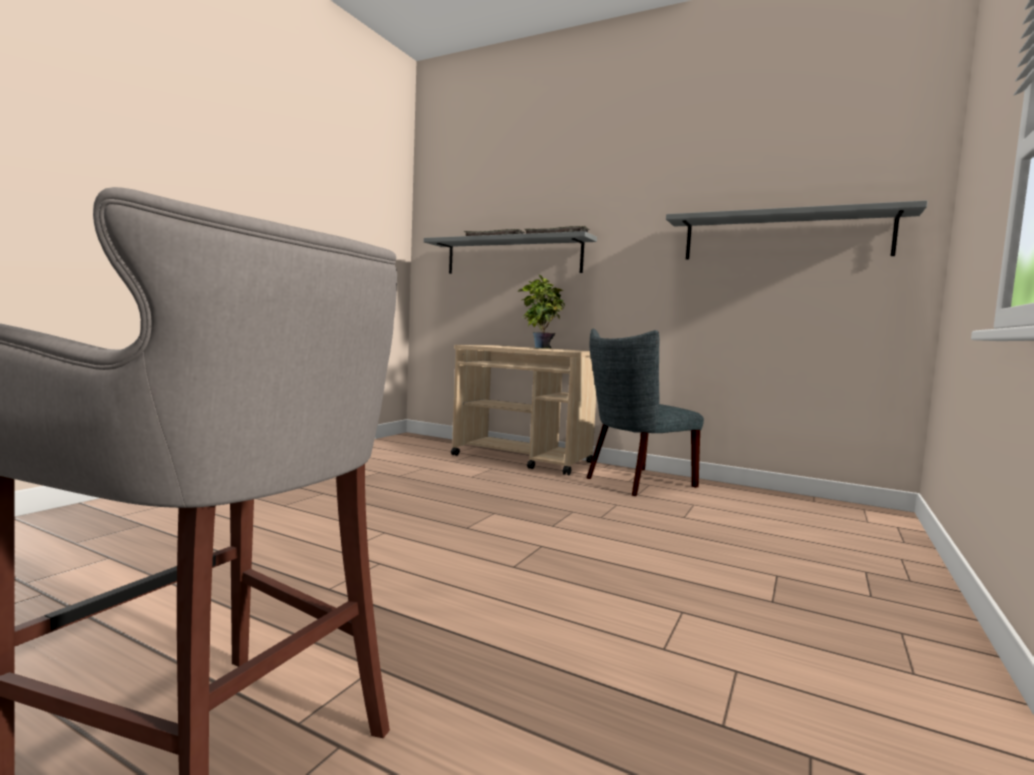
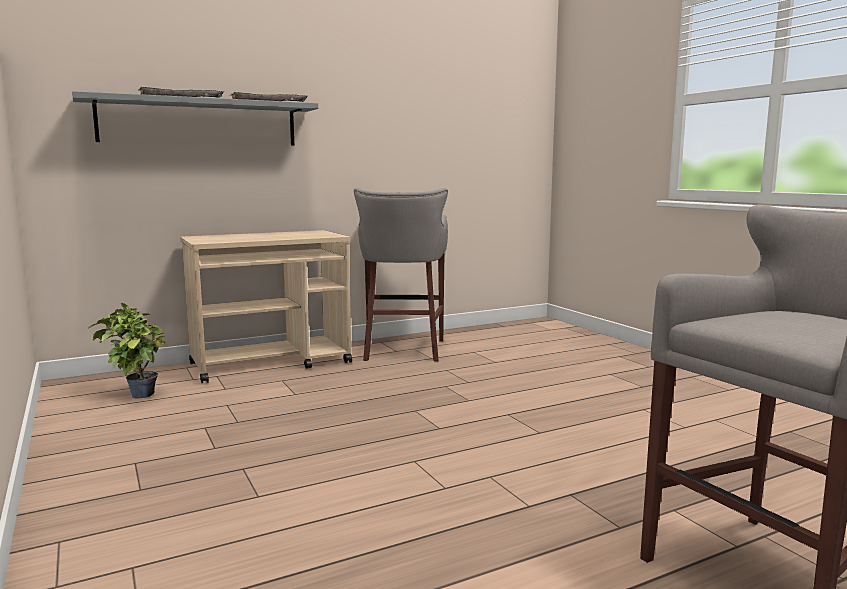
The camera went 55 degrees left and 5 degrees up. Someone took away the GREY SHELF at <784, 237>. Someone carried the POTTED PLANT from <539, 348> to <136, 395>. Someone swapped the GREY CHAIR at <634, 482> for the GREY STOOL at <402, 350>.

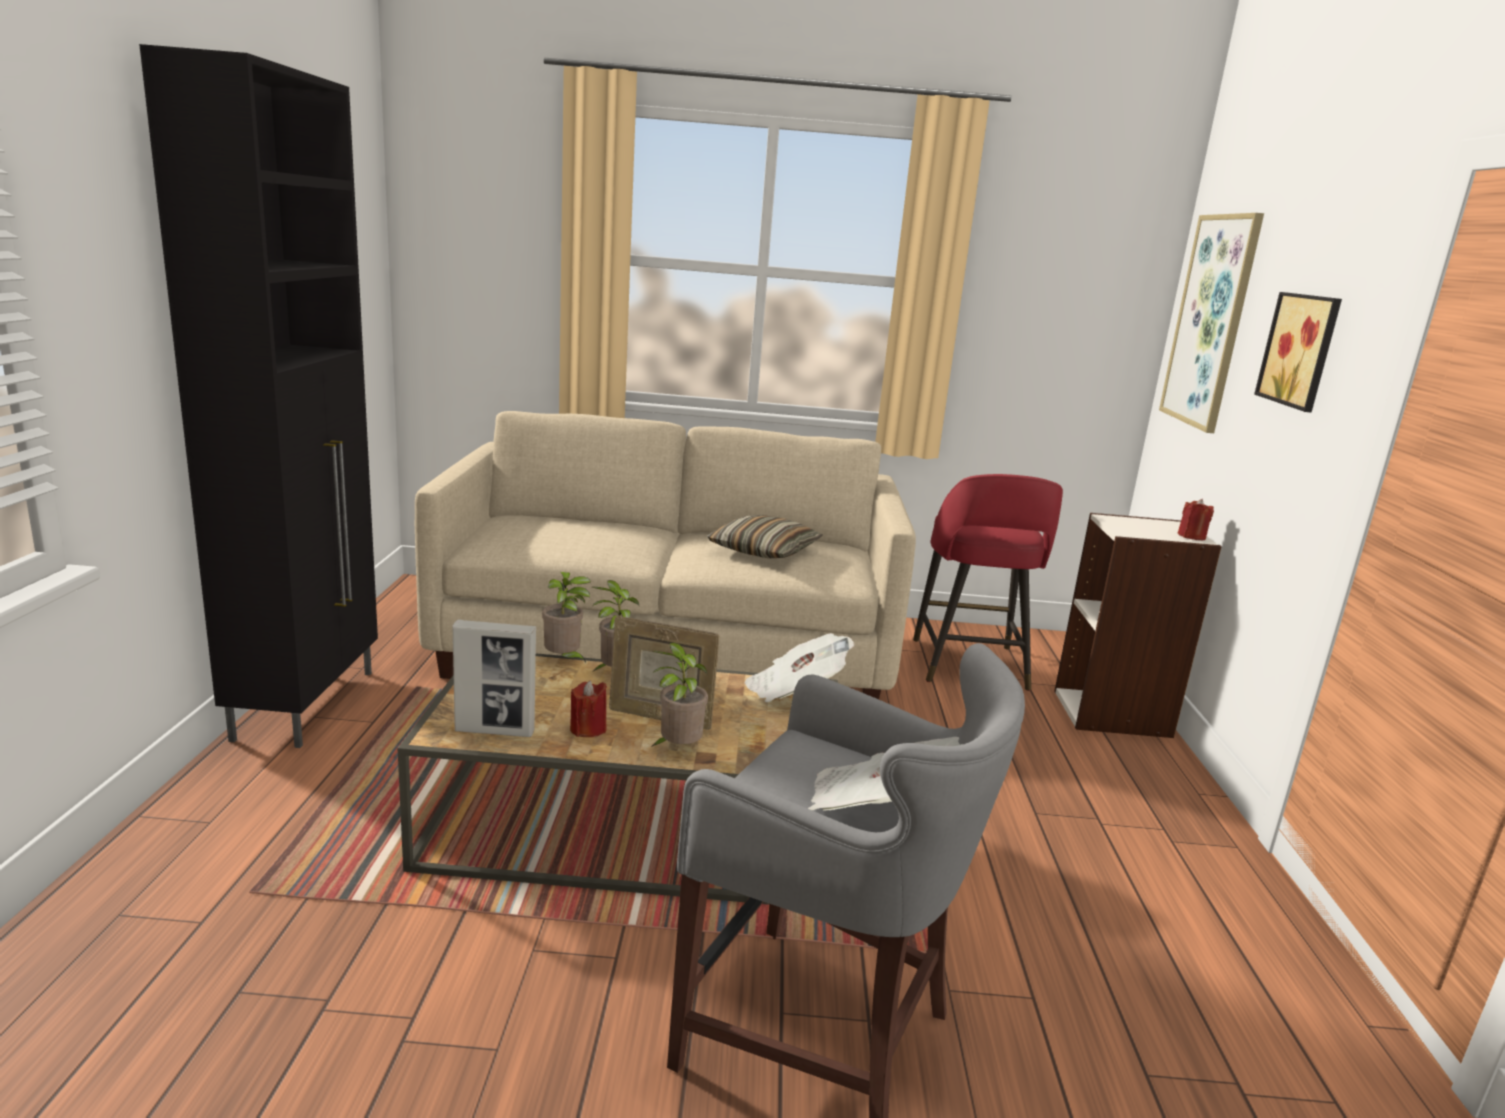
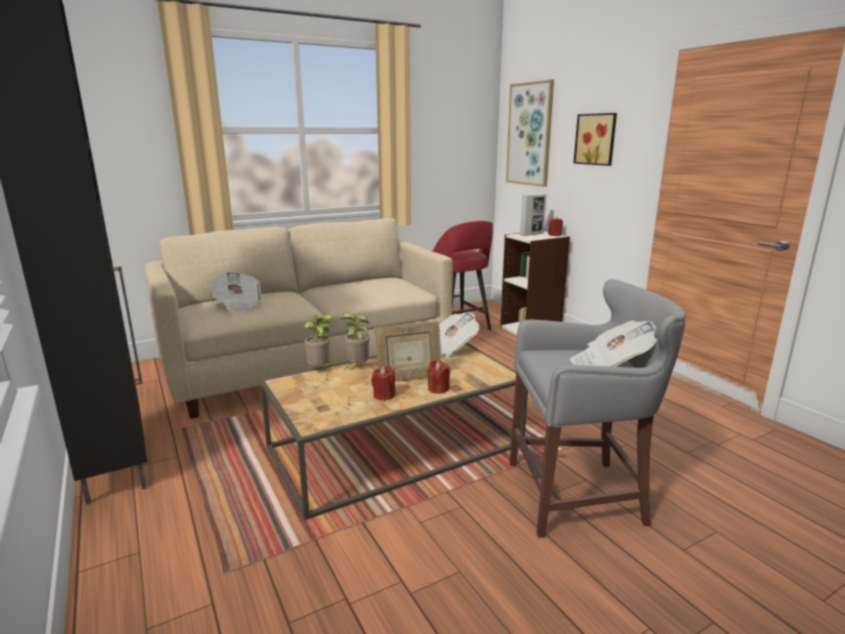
The camera went 30 degrees left and 0 degrees up. Someone took away the PILLOW at <764, 551>. Someone carried the PICTURE FRAME from <495, 731> to <531, 234>. Someone swapped the POTTED PLANT at <677, 749> for the RED CANDLE at <438, 389>. Someone put down the NEWSPAPER at <238, 305>.

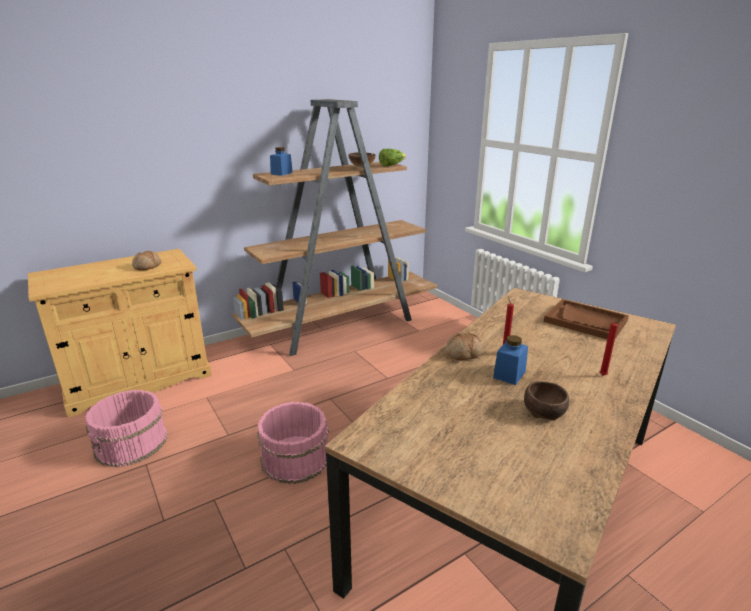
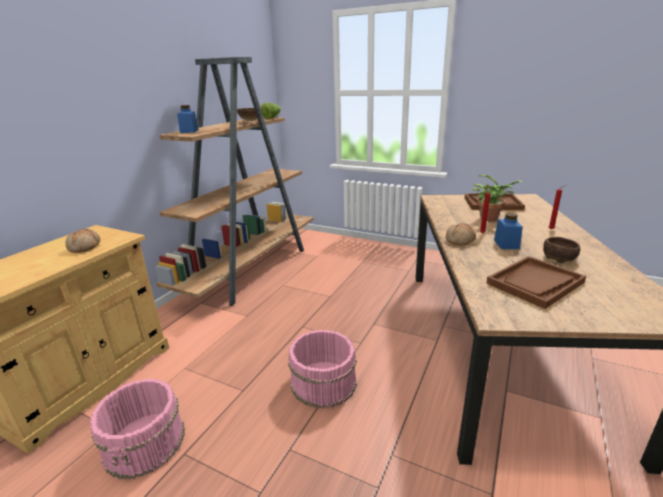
The camera went 30 degrees left and 0 degrees up. Someone put down the POTTED PLANT at <491, 218>. Someone put down the BROWN TRAY at <535, 283>.

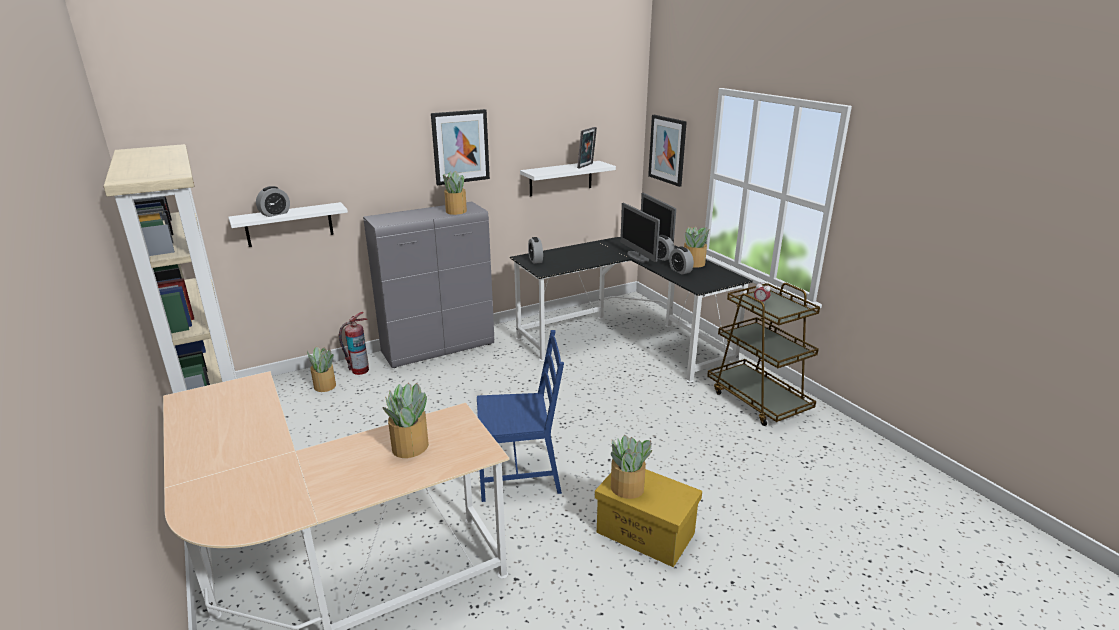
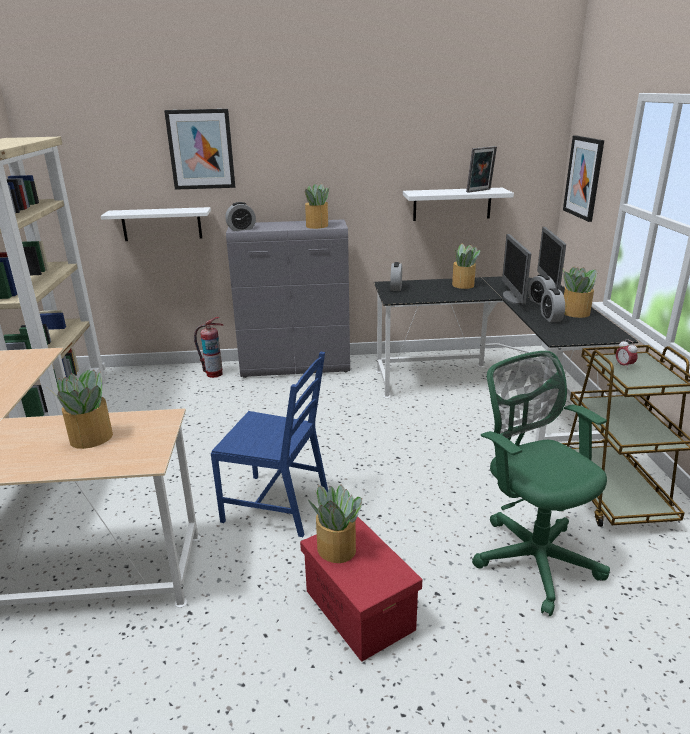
The camera went 25 degrees right and 0 degrees up. Someone carried the PICTURE from <460, 147> to <201, 149>. Someone carried the ALARM CLOCK from <275, 214> to <241, 229>. Someone carried the POTTED PLANT from <325, 385> to <463, 285>. Someone repainted the YELLOW STORAGE BOX at <644, 532>, which became the RED STORAGE BOX at <358, 609>. Someone put down the GREEN OFFICE CHAIR at <532, 556>.

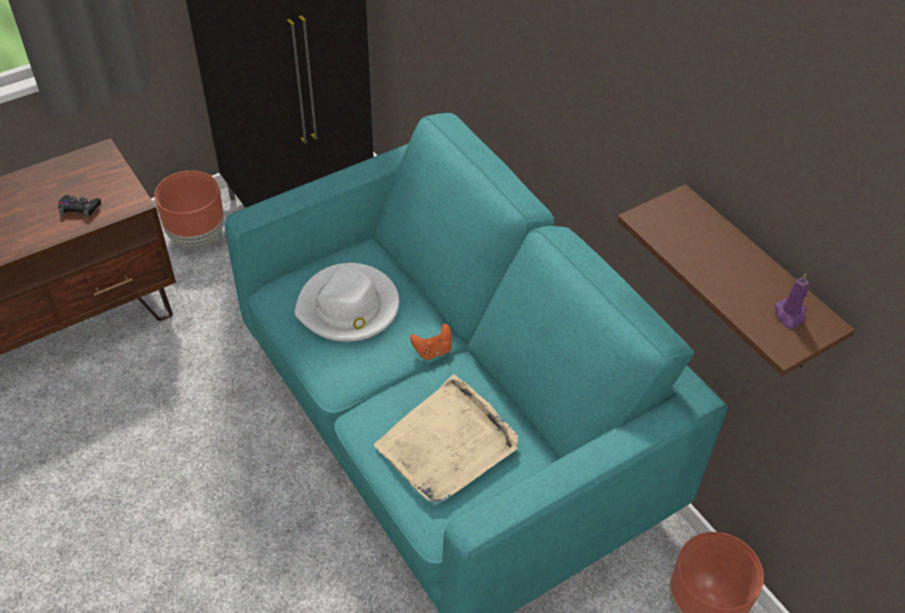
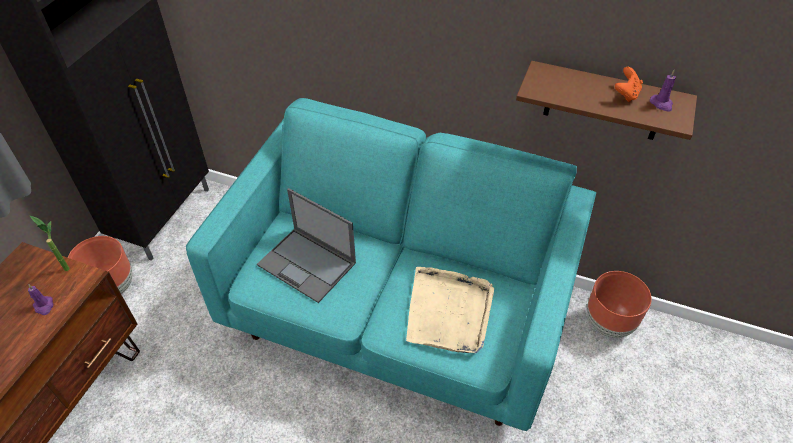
The camera went 35 degrees left and 0 degrees up. Someone swapped the BLACK GAME CONTROLLER at <79, 209> for the PURPLE CANDLE at <44, 306>. Someone swapped the WHITE HAT at <348, 307> for the LAPTOP at <308, 264>. Someone carried the ORANGE GAME CONTROLLER from <433, 351> to <626, 94>. Someone put down the POTTED PLANT at <65, 265>.

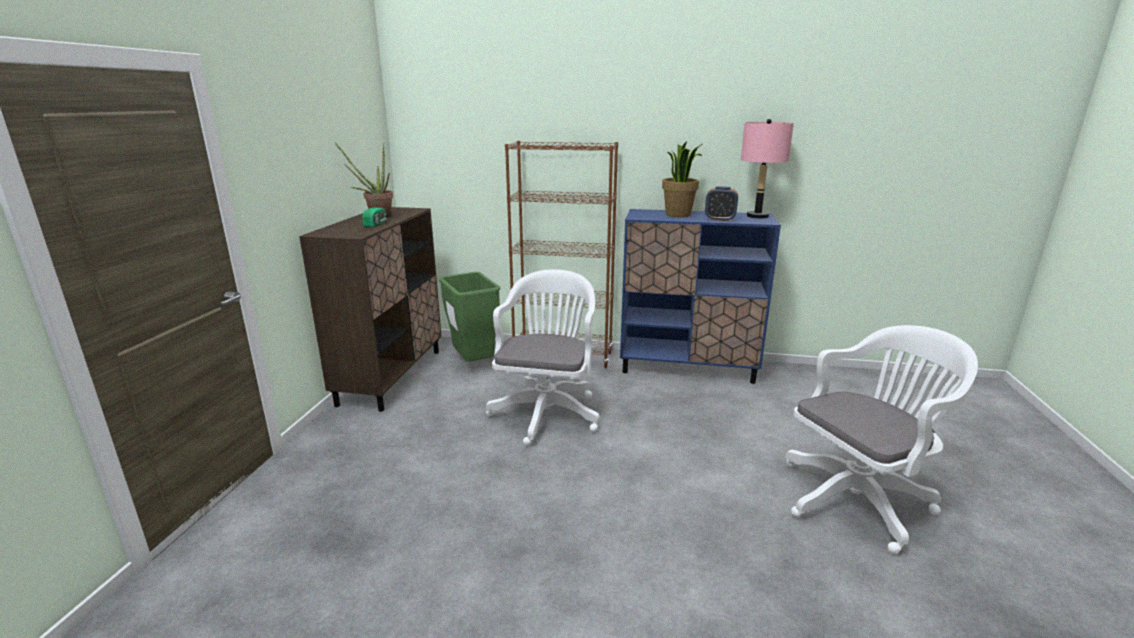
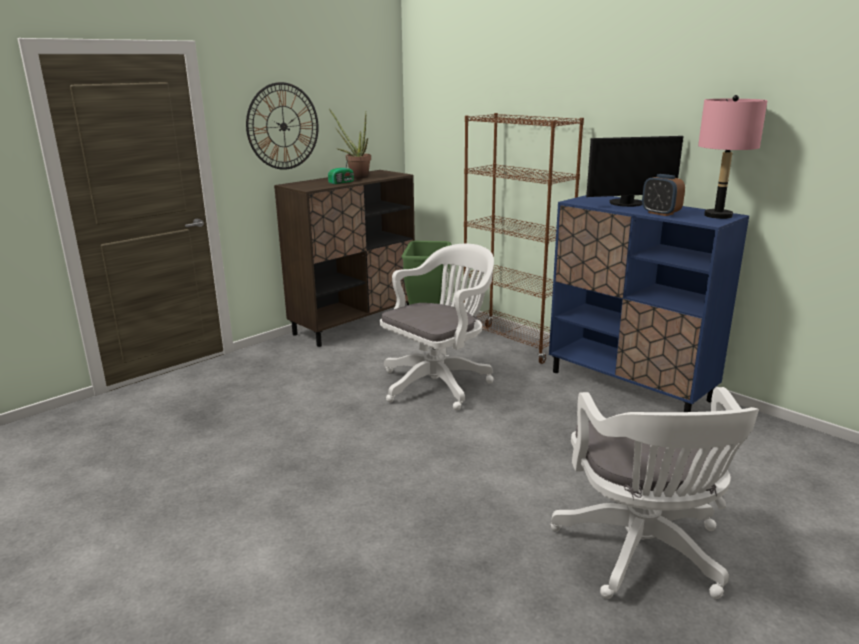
The camera went 35 degrees right and 0 degrees up. Someone swapped the POTTED PLANT at <678, 214> for the MONITOR at <628, 204>. Someone rotated the WHITE OFFICE CHAIR at <859, 498> by 75 degrees clockwise. Someone put up the WALL CLOCK at <283, 126>.

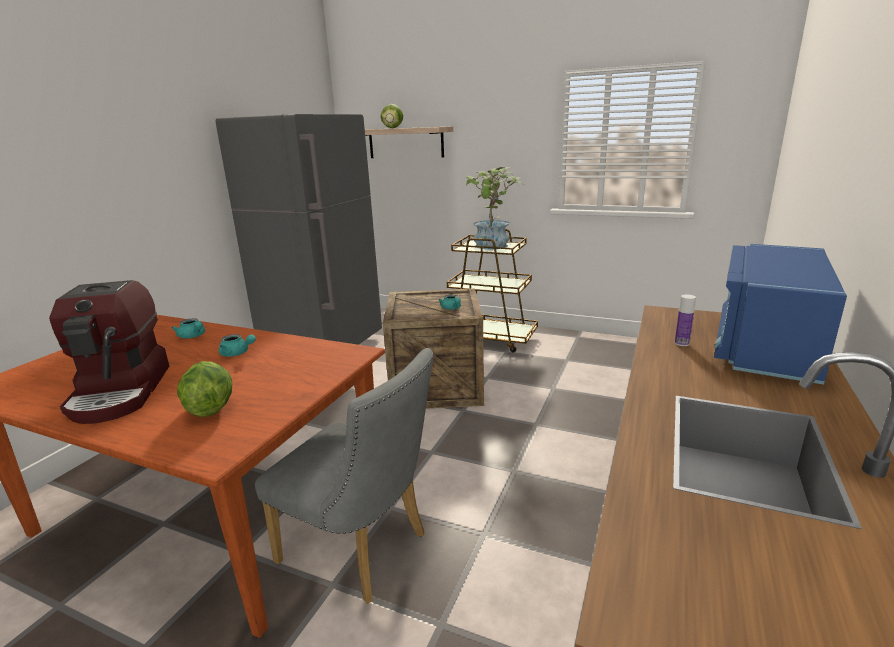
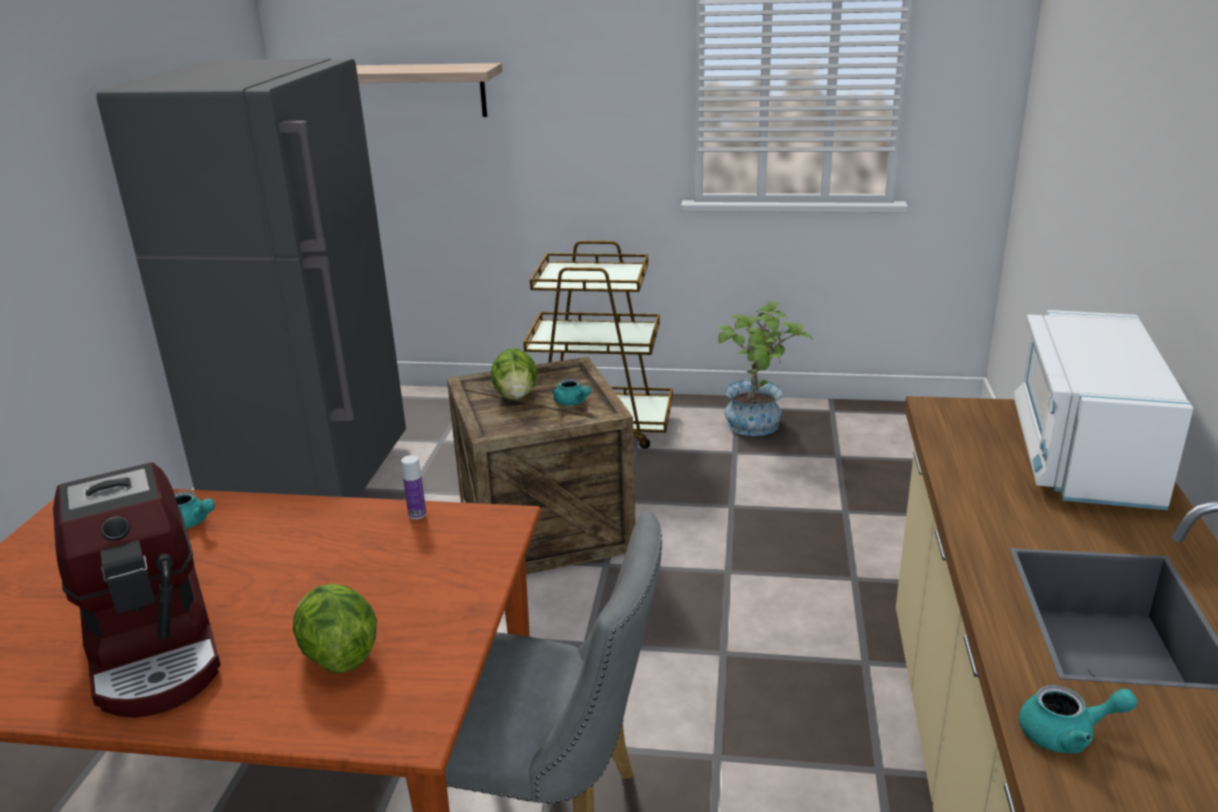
The camera went 15 degrees left and 5 degrees up. Someone carried the LETTUCE from <392, 128> to <516, 396>. Someone carried the POTTED PLANT from <493, 246> to <757, 427>. Someone repainted the BLUE MICROWAVE at <765, 346>, which became the WHITE MICROWAVE at <1083, 454>. Someone carried the BOTTLE from <681, 343> to <417, 514>. Someone carried the TURQUOISE TEAPOT from <237, 353> to <1067, 734>.

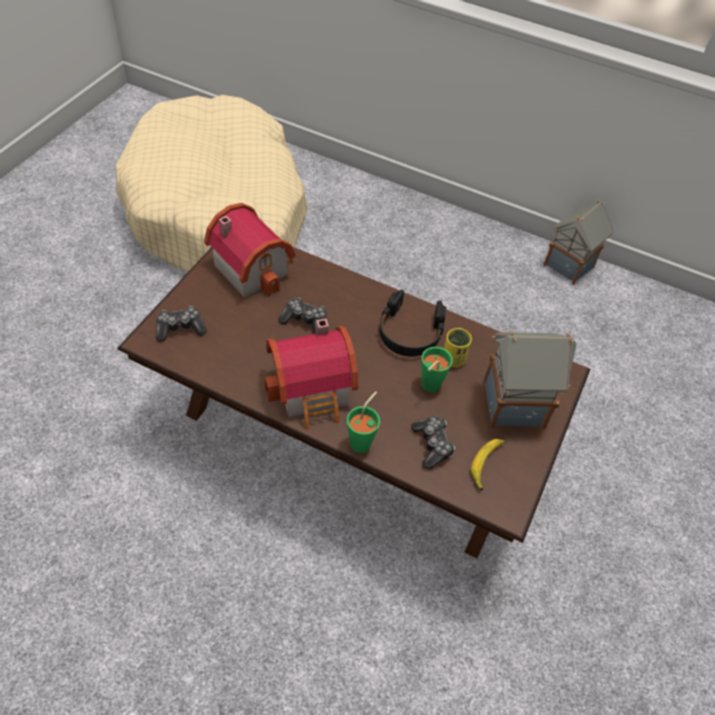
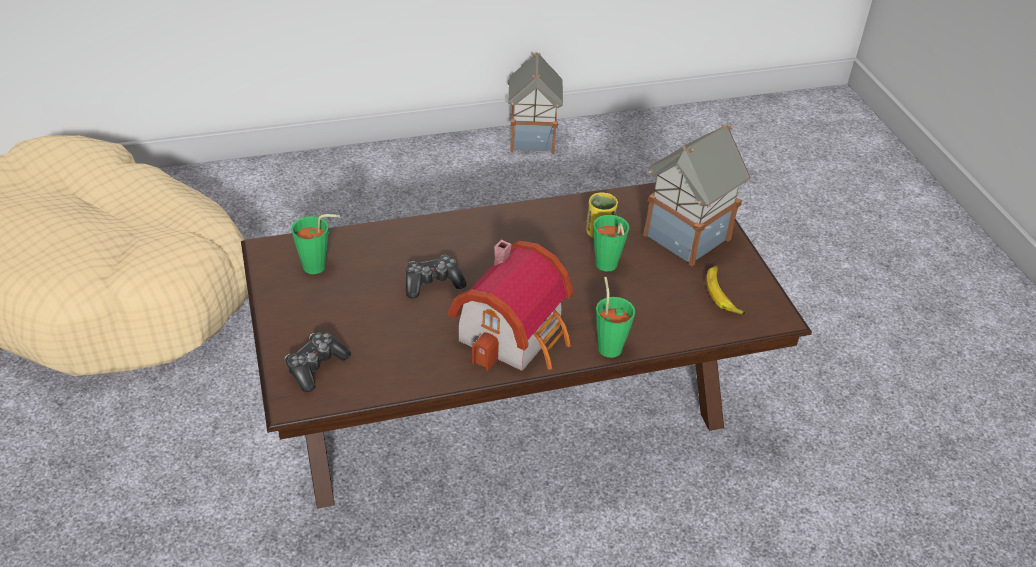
The camera went 40 degrees left and 10 degrees down. Someone swapped the TOY HOUSE at <254, 267> for the GREEN CUP at <319, 267>. Someone took away the BLACK HEADPHONES at <409, 332>. Someone took away the GAME CONTROLLER at <432, 445>.

